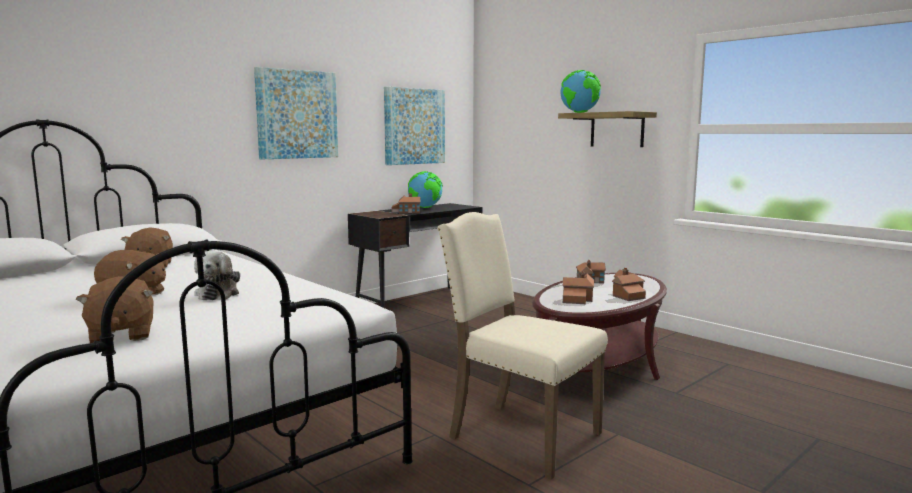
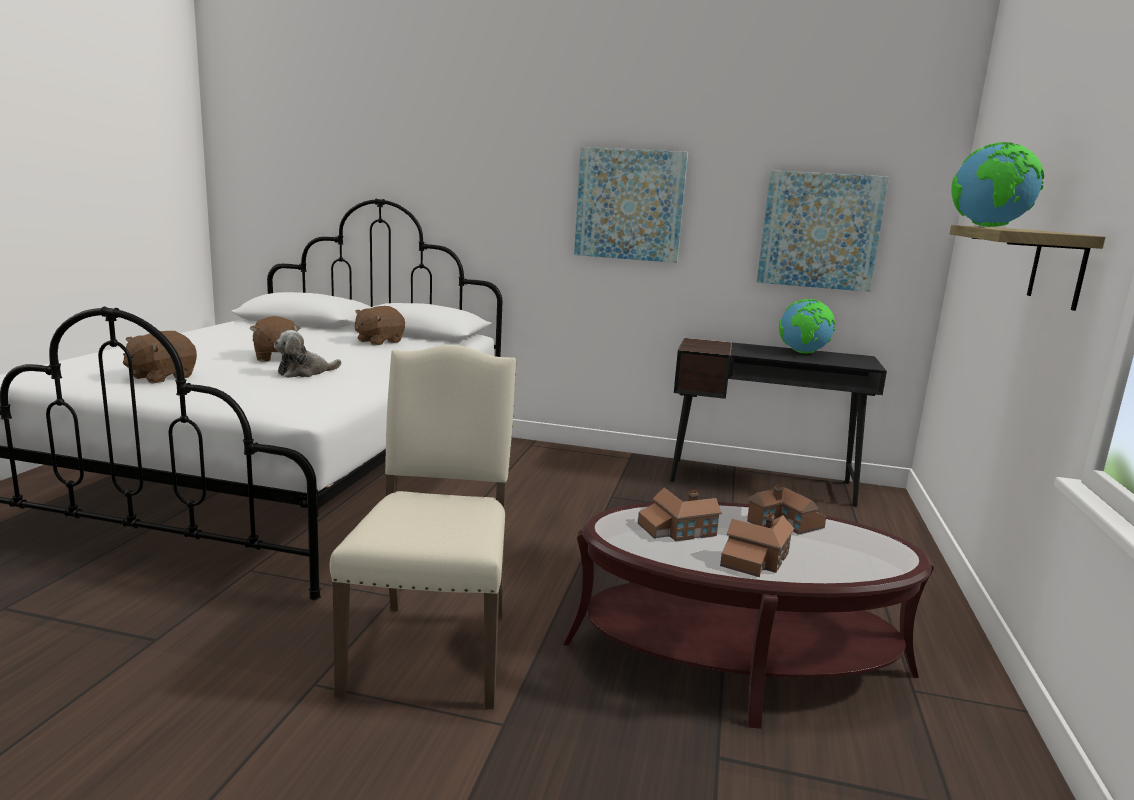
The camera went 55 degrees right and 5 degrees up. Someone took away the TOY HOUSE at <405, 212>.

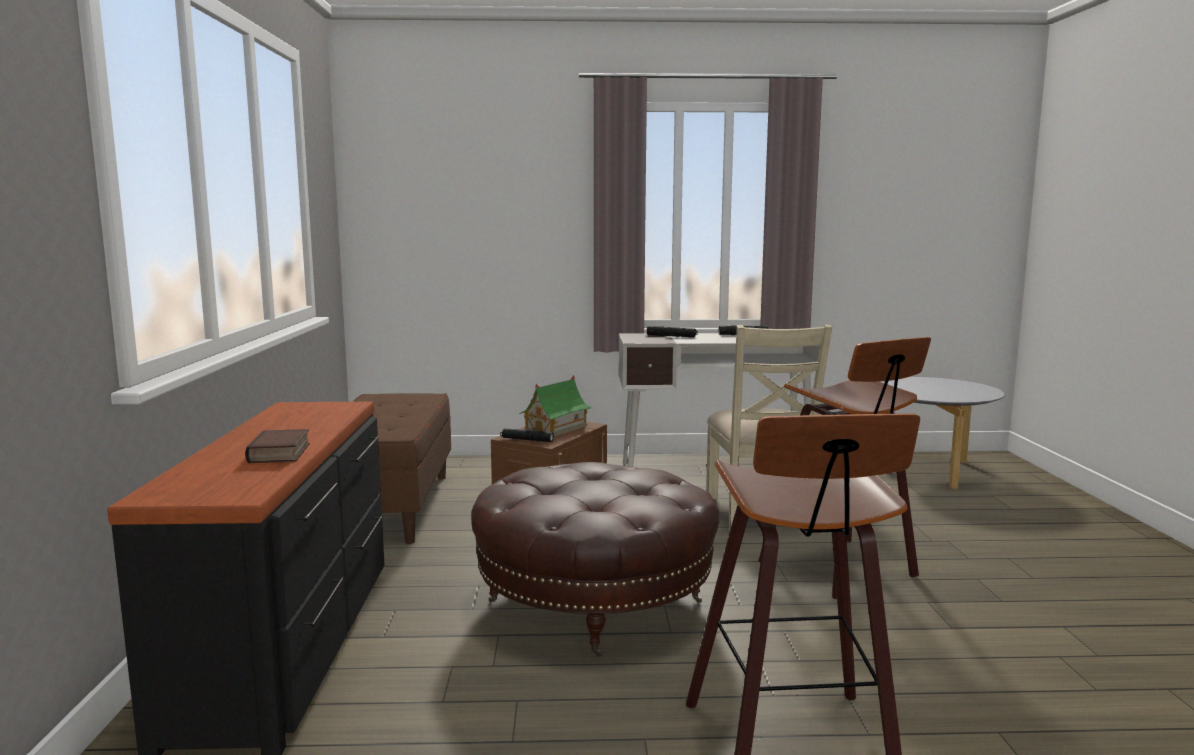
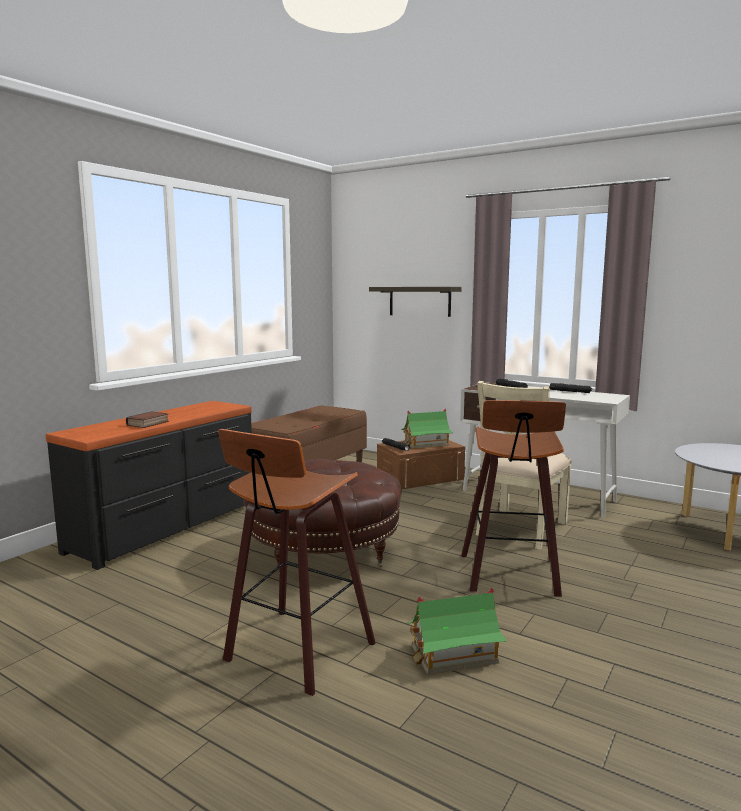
The camera went 35 degrees right and 0 degrees up. Someone put up the SHELF at <419, 301>. Someone put down the TOY HOUSE at <453, 654>.

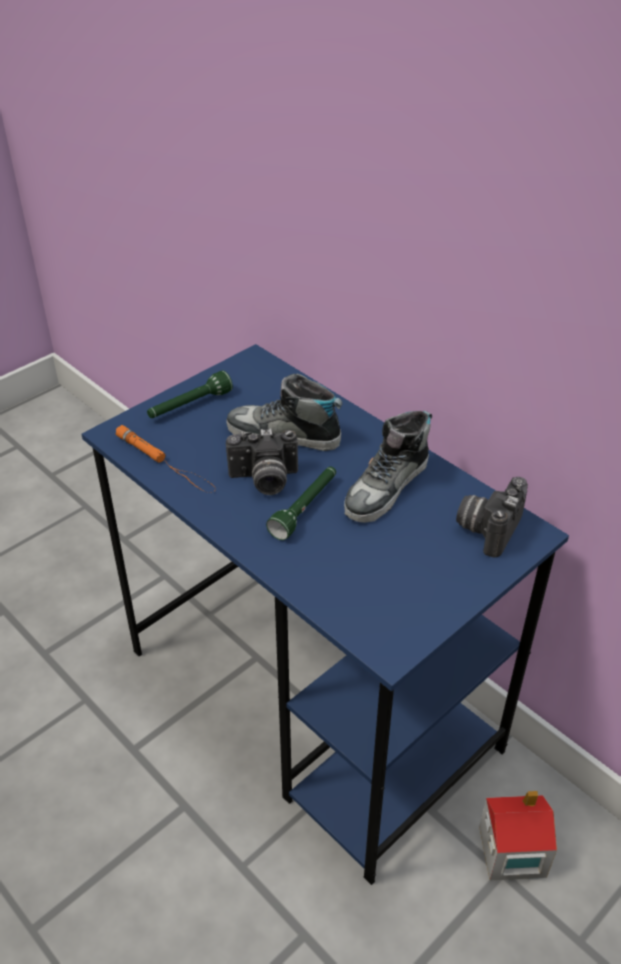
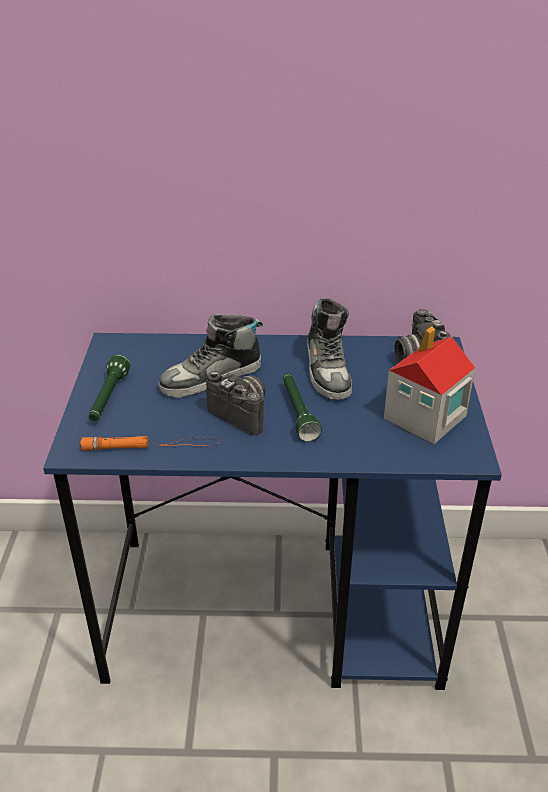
The camera went 45 degrees left and 5 degrees down. Someone rotated the PHOTO CAMERA at <264, 481> by 90 degrees counterclockwise. Someone carried the TOY HOUSE from <511, 851> to <424, 418>.

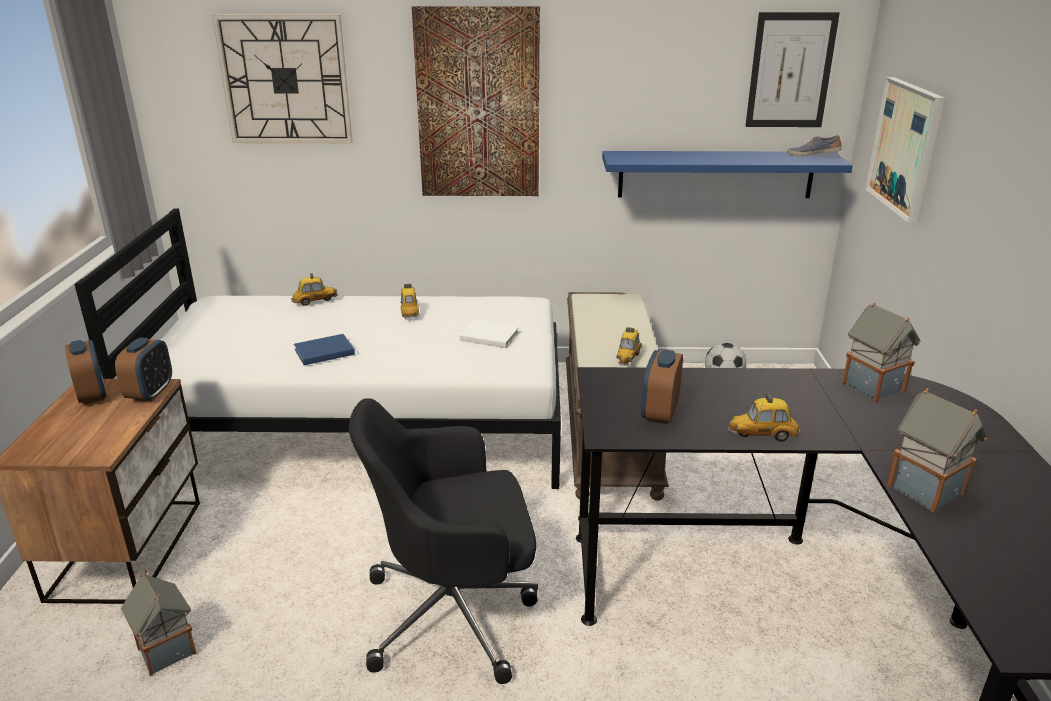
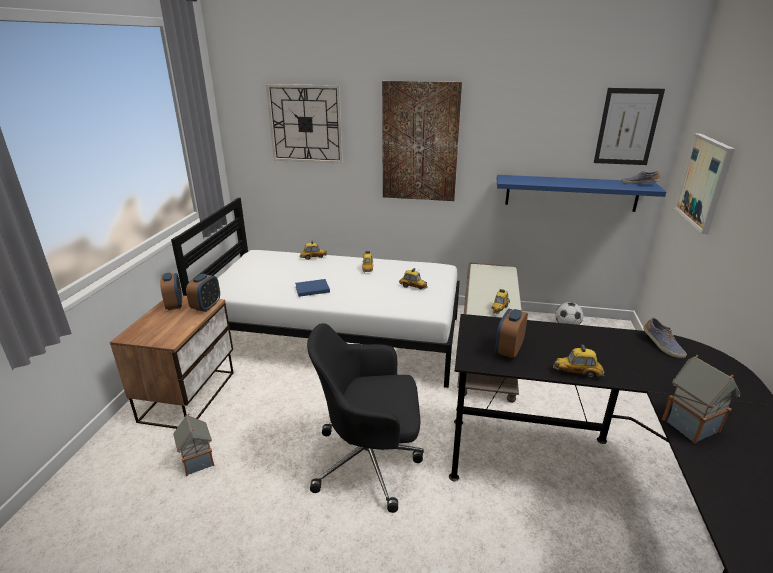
The camera went 10 degrees right and 0 degrees up. Someone swapped the TOY HOUSE at <872, 387> for the SHOE at <662, 345>. Someone swapped the WHITE BOOK at <488, 336> for the TOY CAR at <413, 287>.

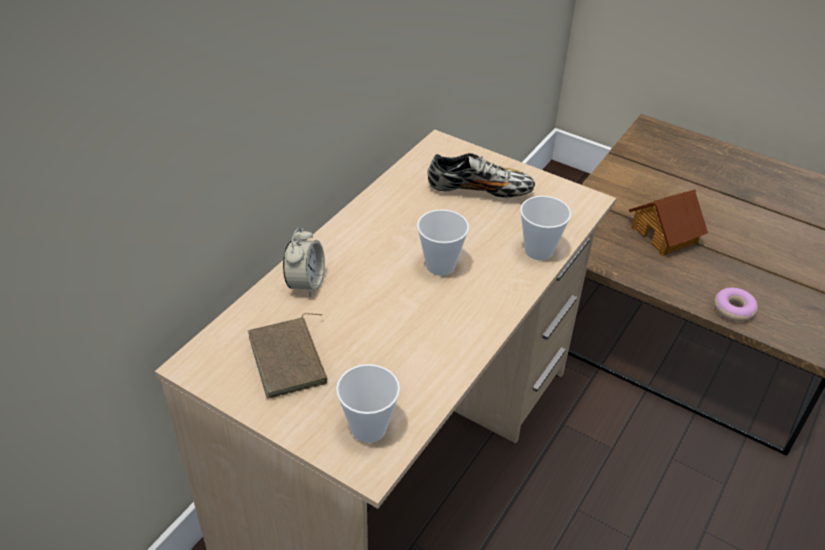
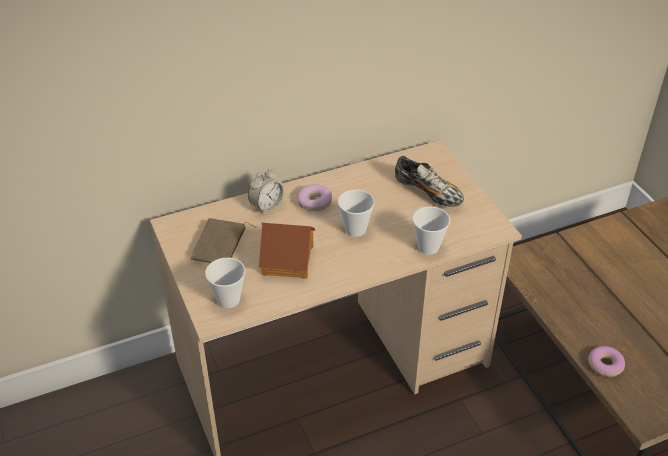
The camera went 35 degrees right and 0 degrees up. Someone carried the TOY HOUSE from <665, 234> to <289, 259>. Someone put down the DONUT at <314, 202>.

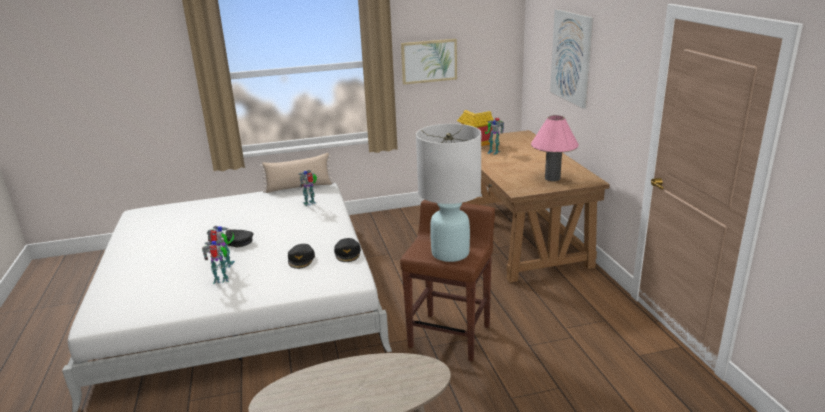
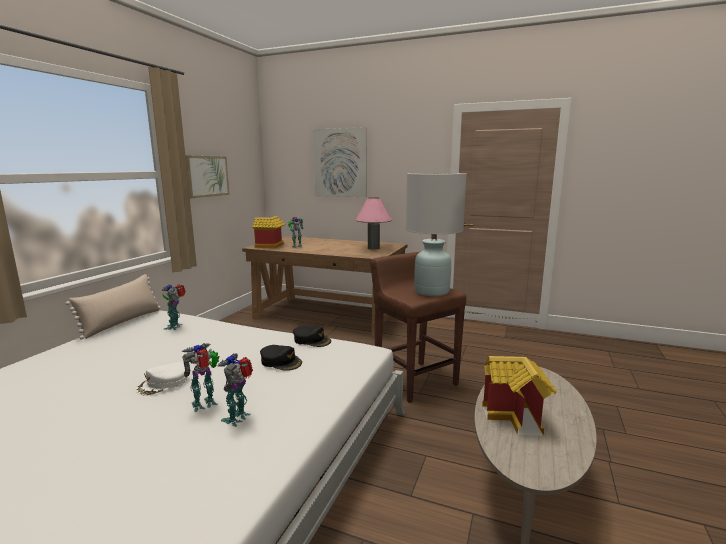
The camera went 55 degrees left and 10 degrees down. Someone repainted the BLACK CAP at <237, 242>, which became the WHITE CAP at <164, 383>. Someone put down the TOY HOUSE at <517, 418>.

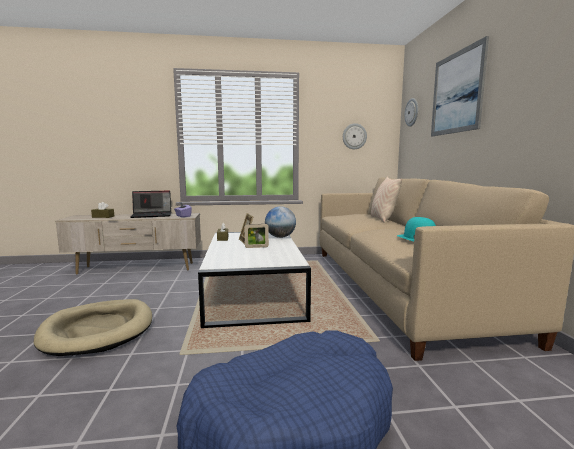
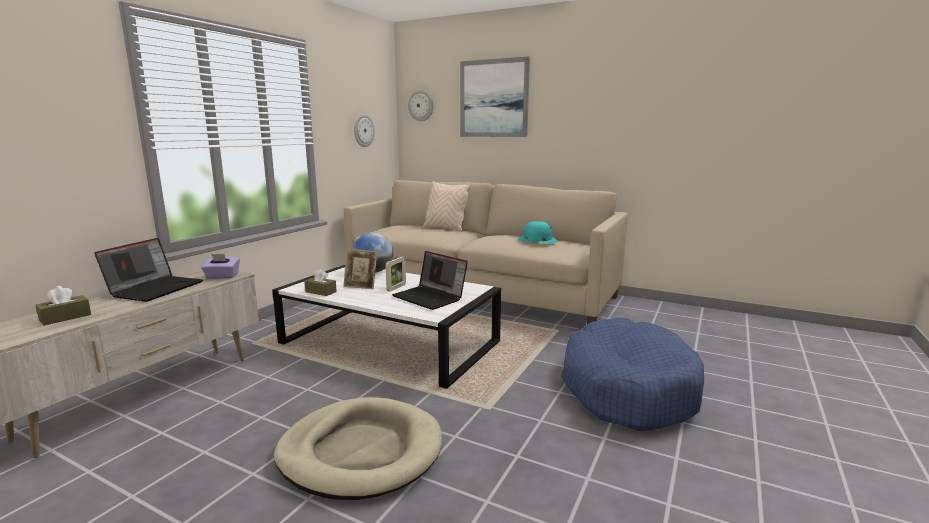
The camera went 55 degrees left and 5 degrees up. Someone put down the LAPTOP at <430, 297>.

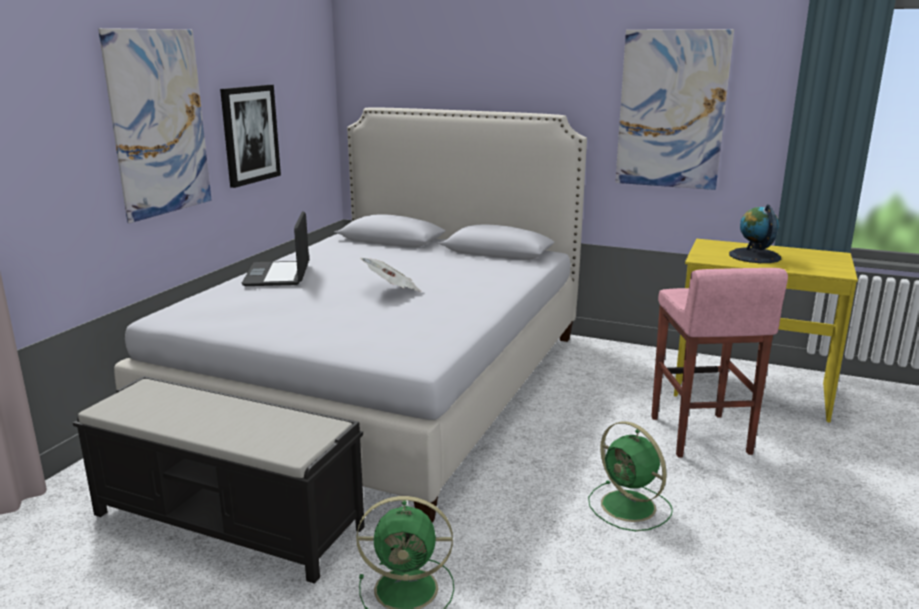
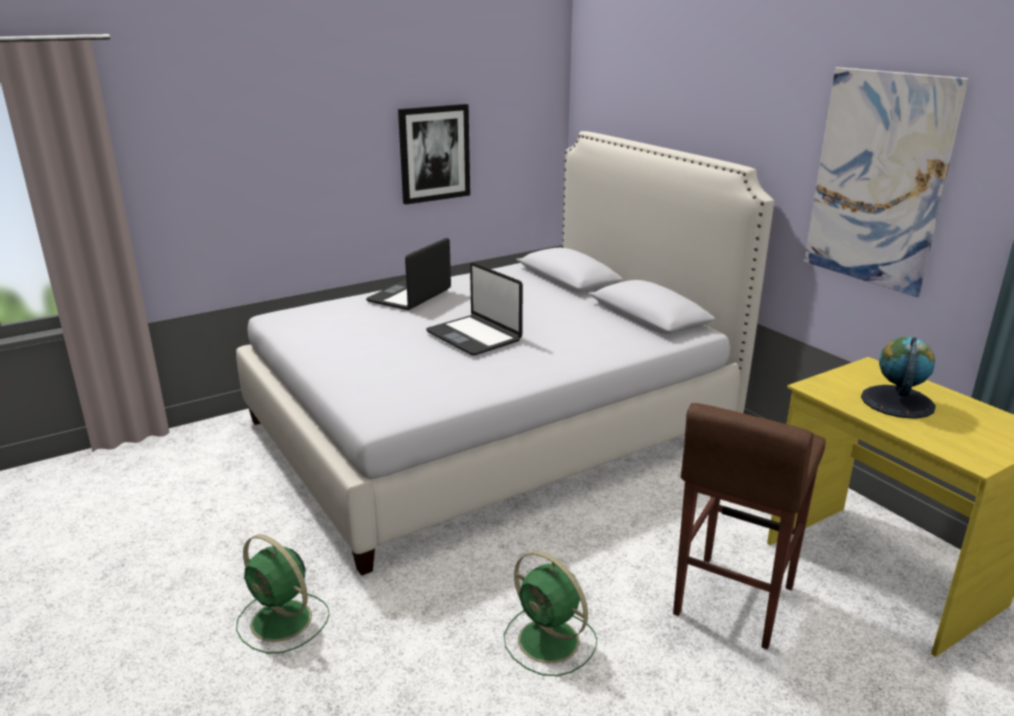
The camera went 35 degrees right and 5 degrees up. Someone took away the PICTURE at <159, 123>. Someone swapped the NEWSPAPER at <392, 290> for the LAPTOP at <474, 336>. Someone repainted the PINK STOOL at <699, 436>, which became the BROWN STOOL at <732, 600>. Someone took away the BLACK BENCH at <229, 521>. Someone rotated the GREEN FAN at <630, 507> by 45 degrees counterclockwise.

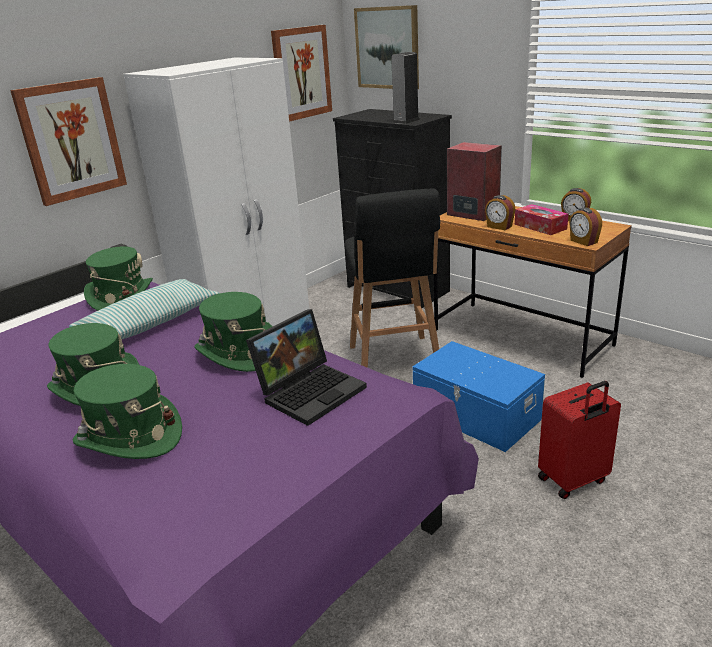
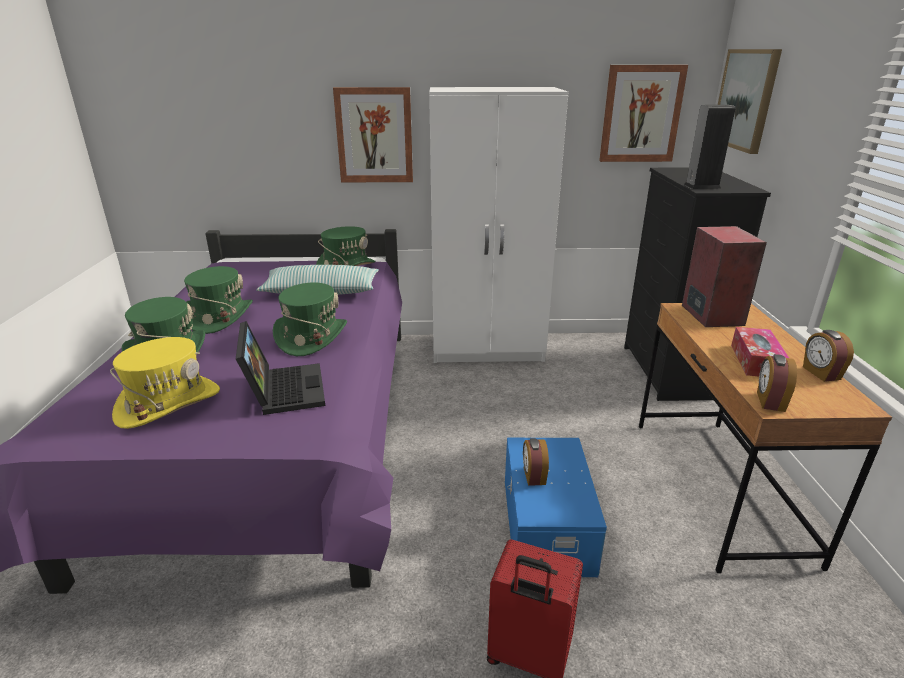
The camera went 45 degrees right and 0 degrees up. Someone took away the BLACK STOOL at <395, 360>. Someone carried the ALARM CLOCK from <499, 227> to <533, 476>. Someone rotated the LAPTOP at <311, 390> by 105 degrees counterclockwise. Someone put down the YELLOW HAT at <168, 404>.

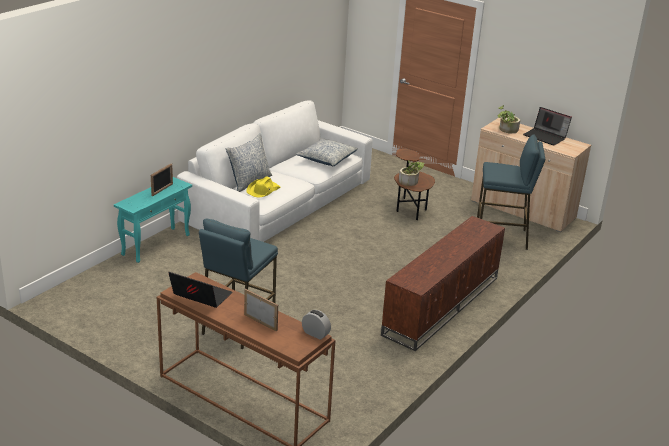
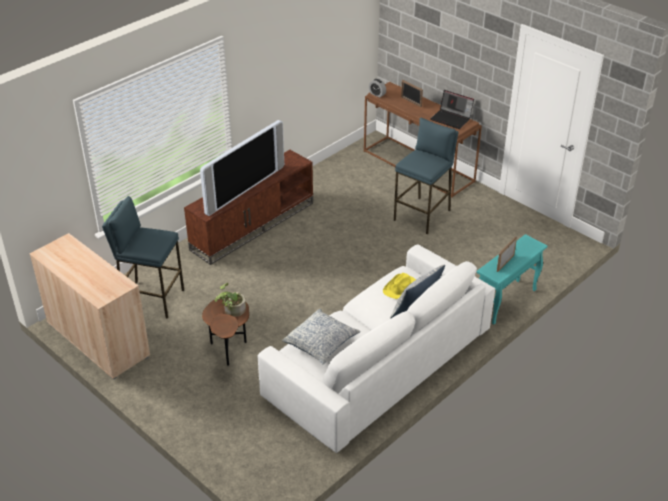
The camera went 170 degrees left and 10 degrees up. Someone took away the POTTED PLANT at <506, 130>. Someone took away the LAPTOP at <546, 136>. Someone put down the TELEVISION at <243, 189>.

